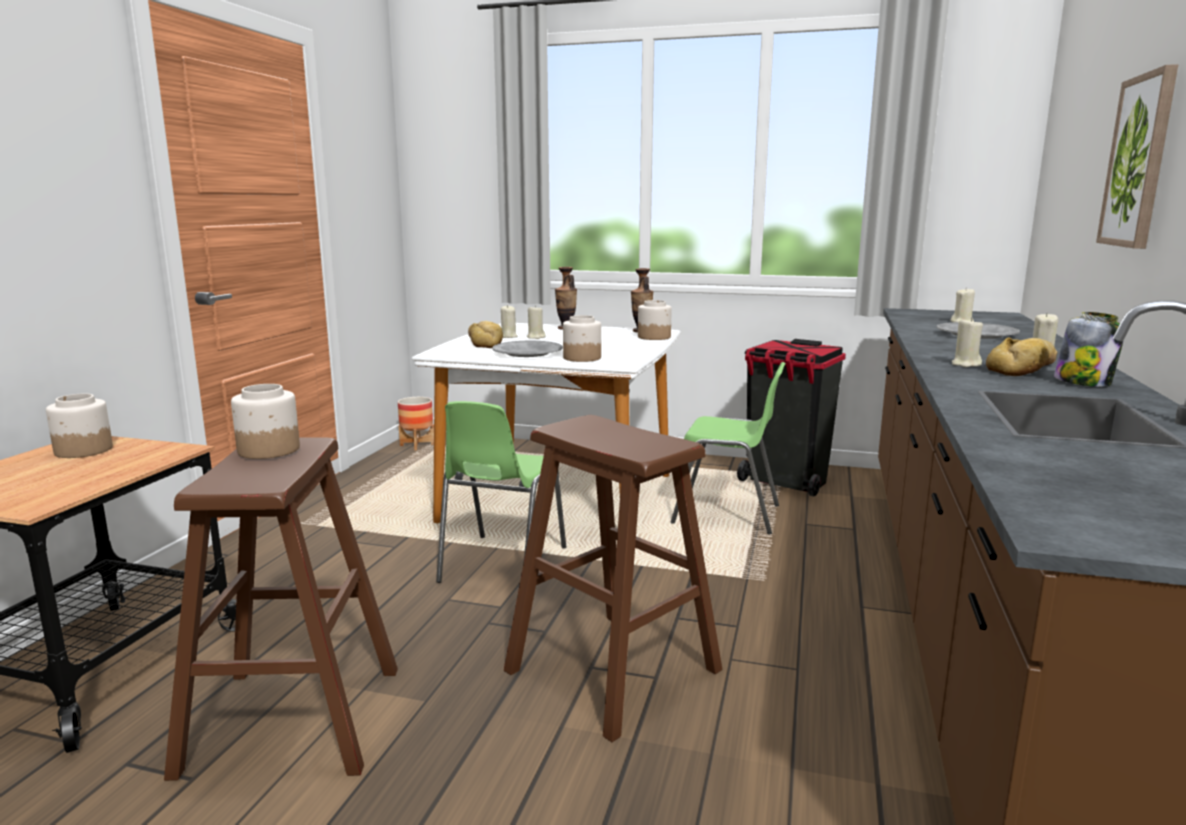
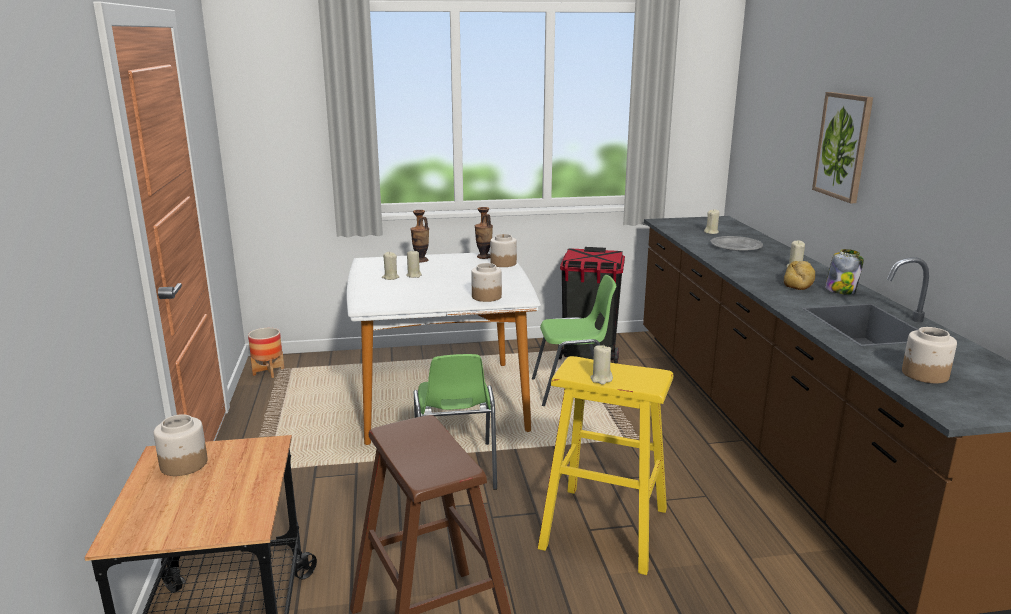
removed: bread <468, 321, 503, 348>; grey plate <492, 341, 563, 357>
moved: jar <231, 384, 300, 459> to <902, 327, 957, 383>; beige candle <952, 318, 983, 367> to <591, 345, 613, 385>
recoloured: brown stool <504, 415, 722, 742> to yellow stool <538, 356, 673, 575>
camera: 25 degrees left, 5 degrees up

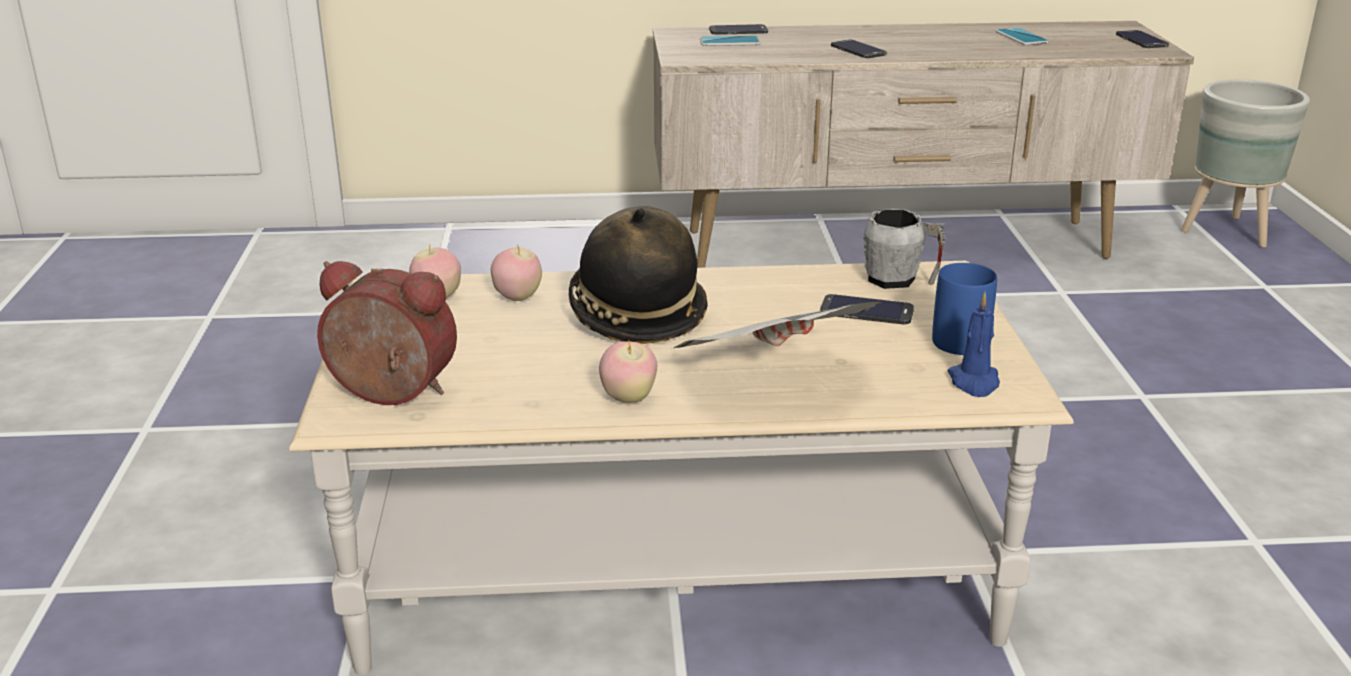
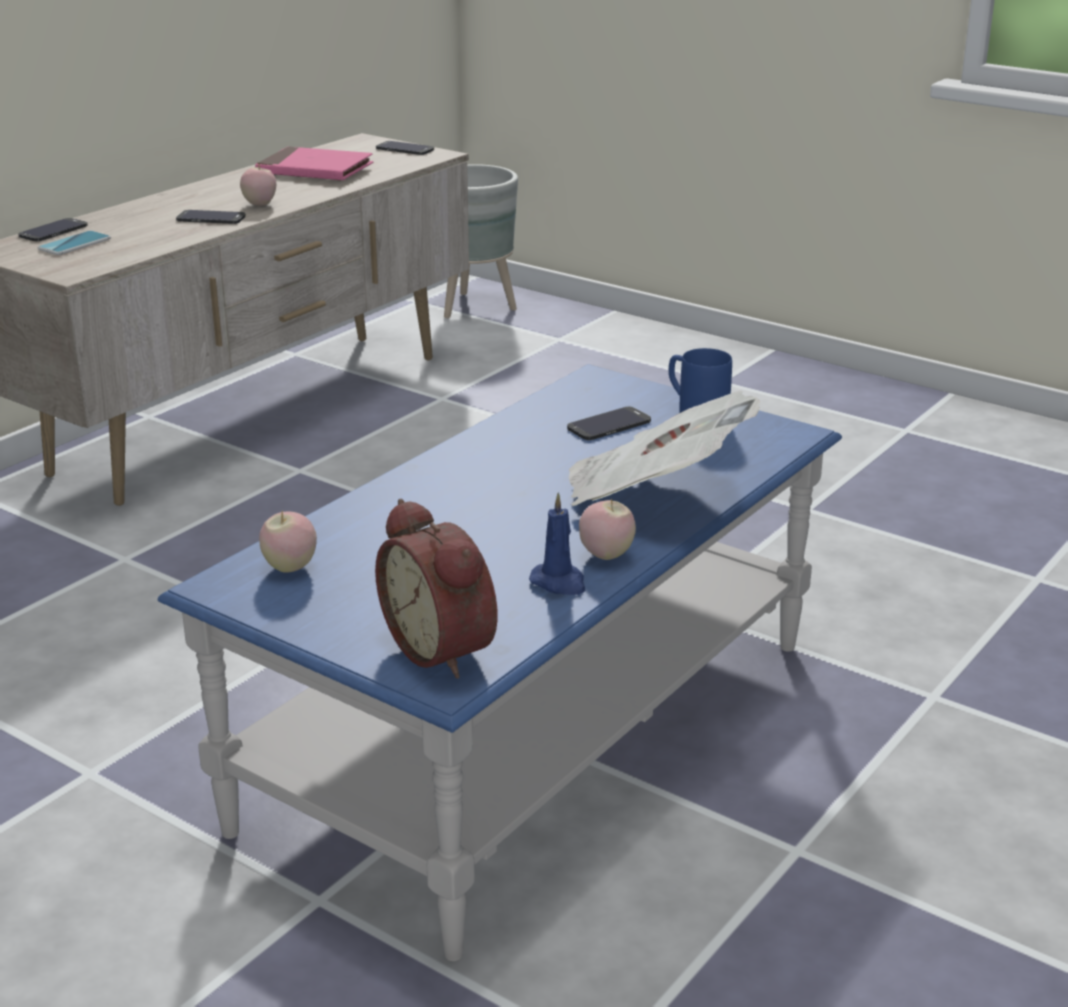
removed: hat <569, 206, 708, 344>; grey mug <864, 209, 945, 289>
moved: apple <491, 246, 542, 301> to <240, 163, 276, 206>; blue candle <948, 292, 1000, 397> to <529, 492, 585, 595>
replaced: phone <996, 28, 1049, 45> to pink book <255, 146, 373, 181>
recoloured: beige coffee table <289, 261, 1074, 675> to blue coffee table <158, 364, 842, 961>
turned: alarm clock <317, 261, 457, 405> = <375, 499, 498, 679> 90 degrees counterclockwise
camera: 50 degrees left, 0 degrees up

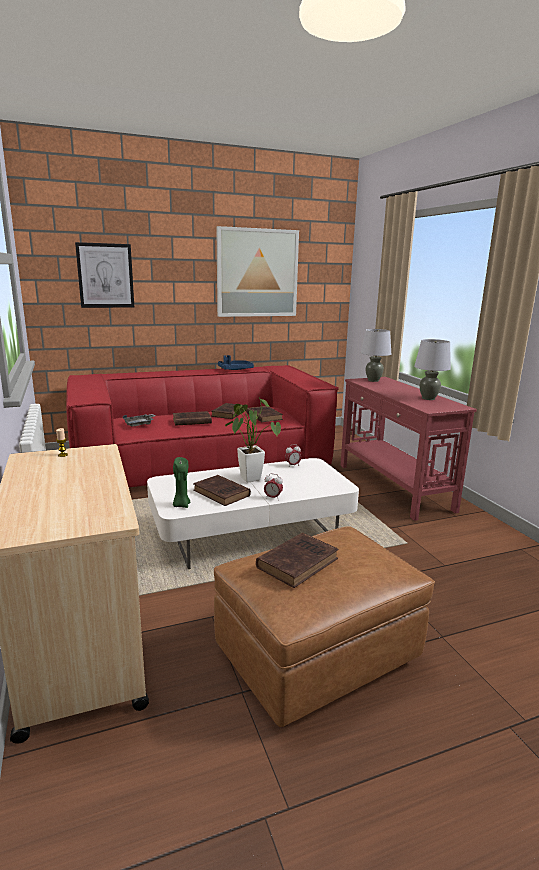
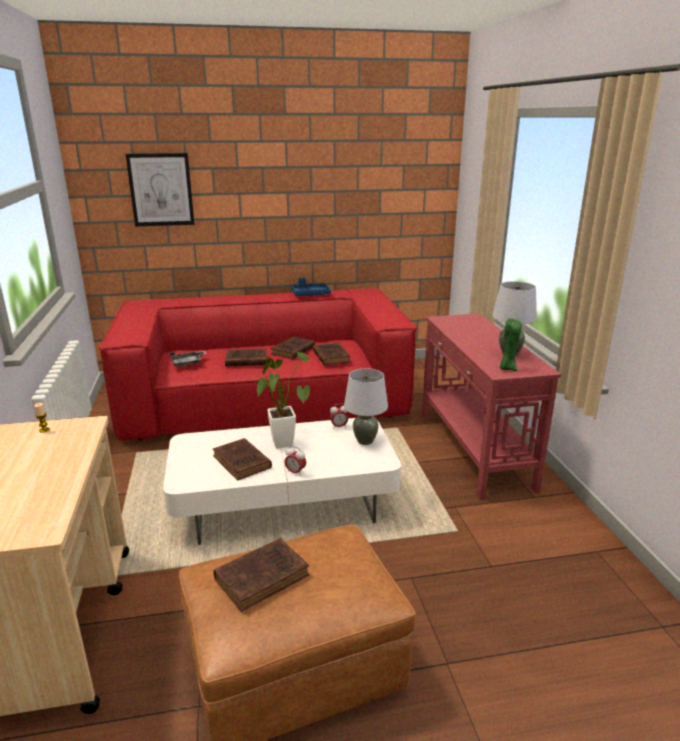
removed: picture <216, 226, 299, 317>
moved: green candle <173, 457, 190, 508> to <500, 319, 522, 371>; grey table lamp <361, 329, 391, 382> to <344, 368, 388, 445>
camera: 10 degrees right, 5 degrees up

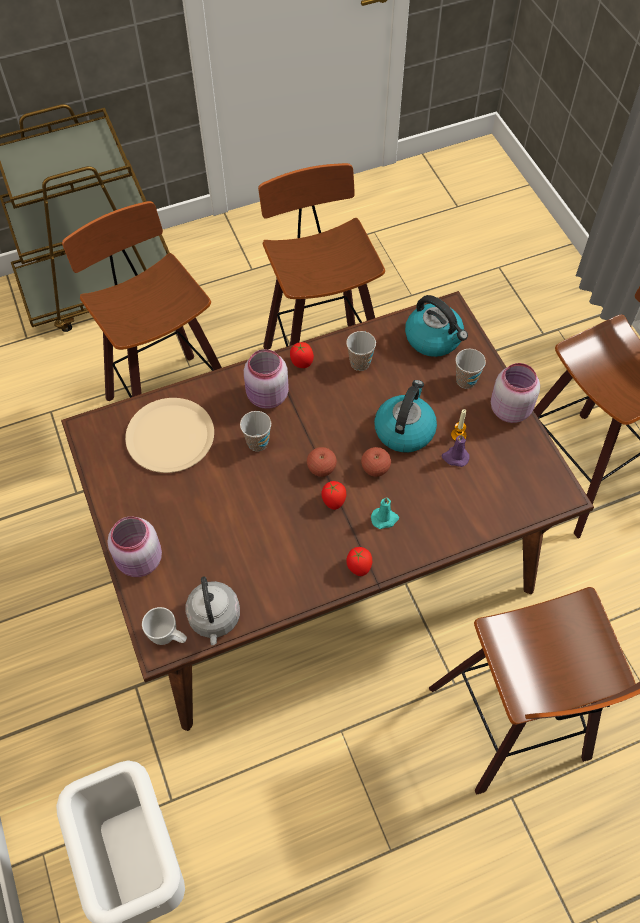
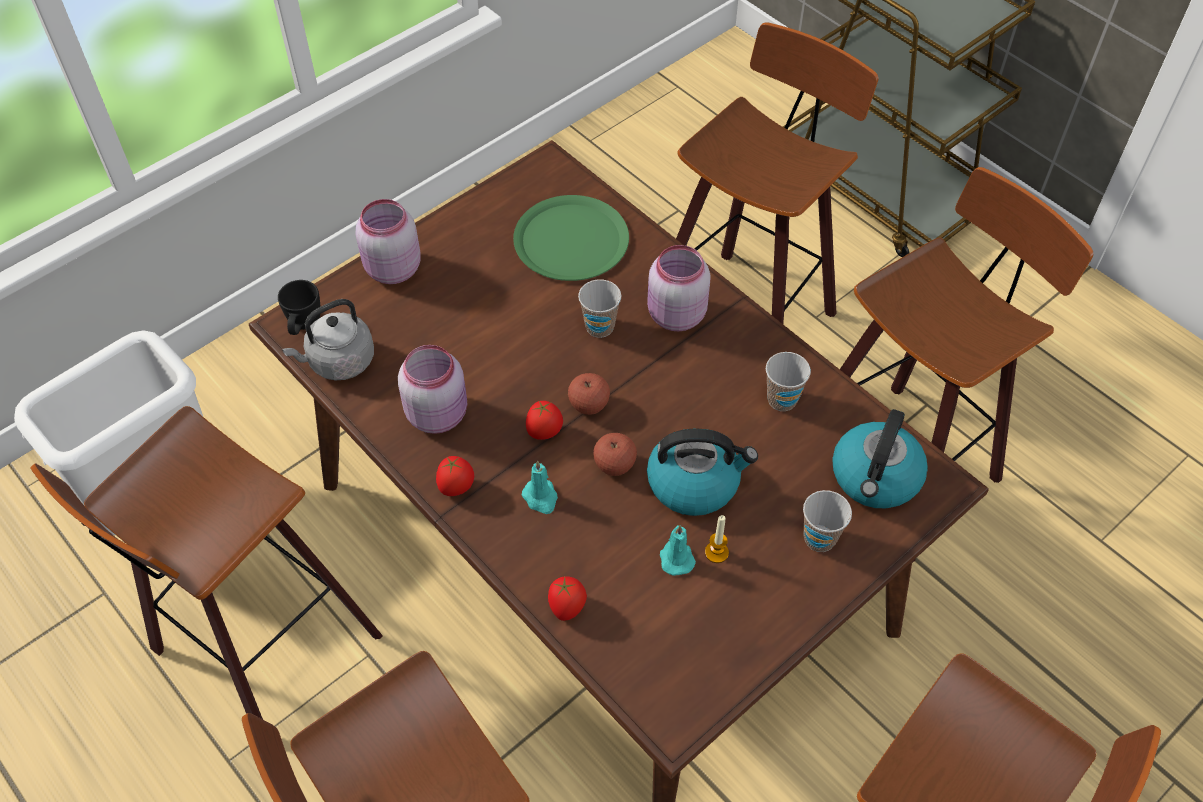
added: stool <30, 406, 383, 719>
moved: tomato <290, 342, 314, 368> to <548, 576, 587, 621>; pink jar <491, 363, 540, 423> to <398, 345, 467, 434>
recoloured: beige plate <125, 398, 214, 473> to green plate <513, 195, 629, 281>; white mug <142, 607, 187, 645> to black mug <278, 280, 320, 335>; purple candle <442, 434, 470, 467> to turquoise candle <660, 525, 696, 576>
camera: 70 degrees right, 5 degrees down

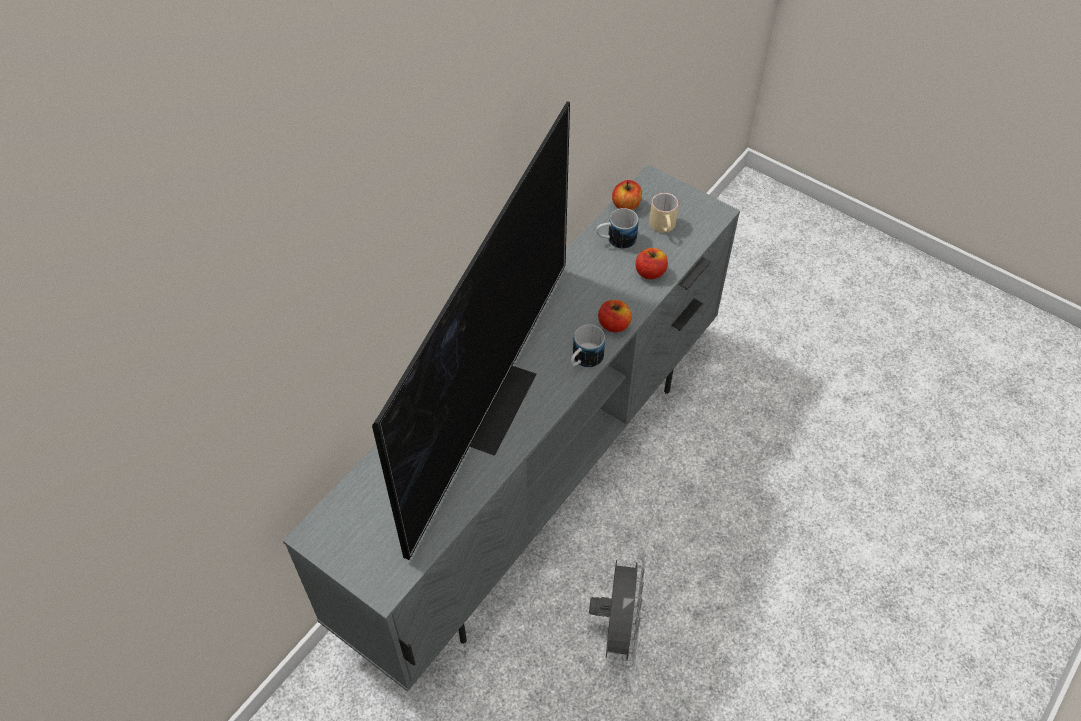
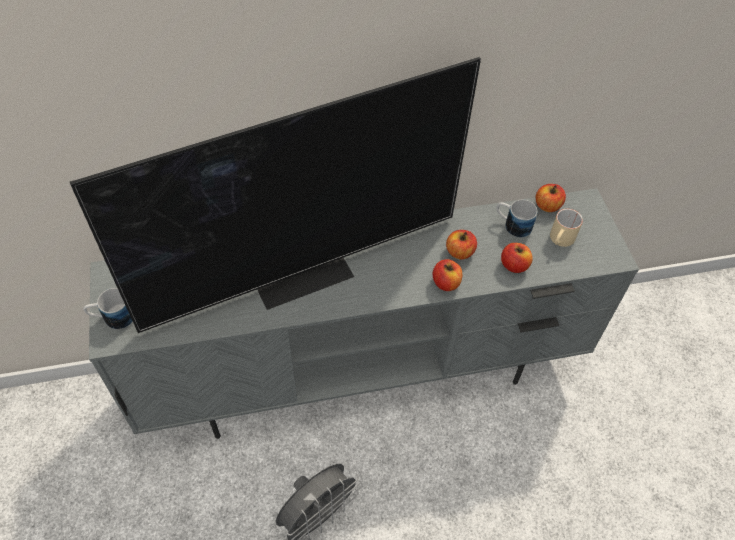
added: apple <446, 230, 477, 260>
moved: mug <570, 324, 605, 368> to <83, 288, 133, 329>
camera: 40 degrees right, 0 degrees up

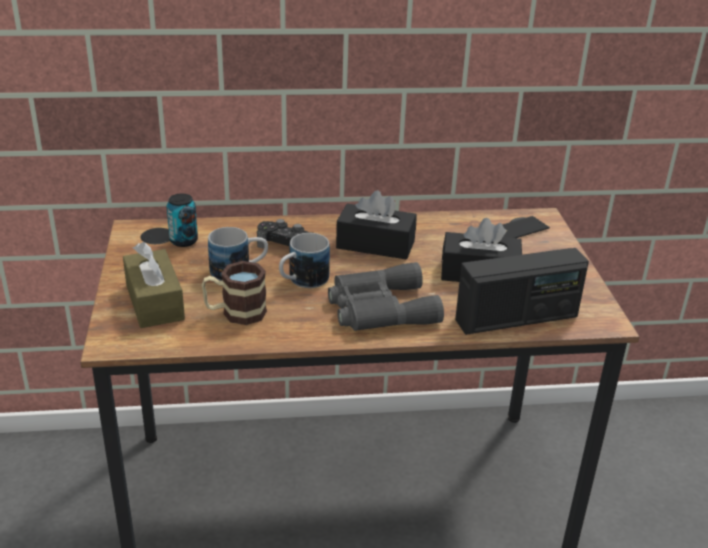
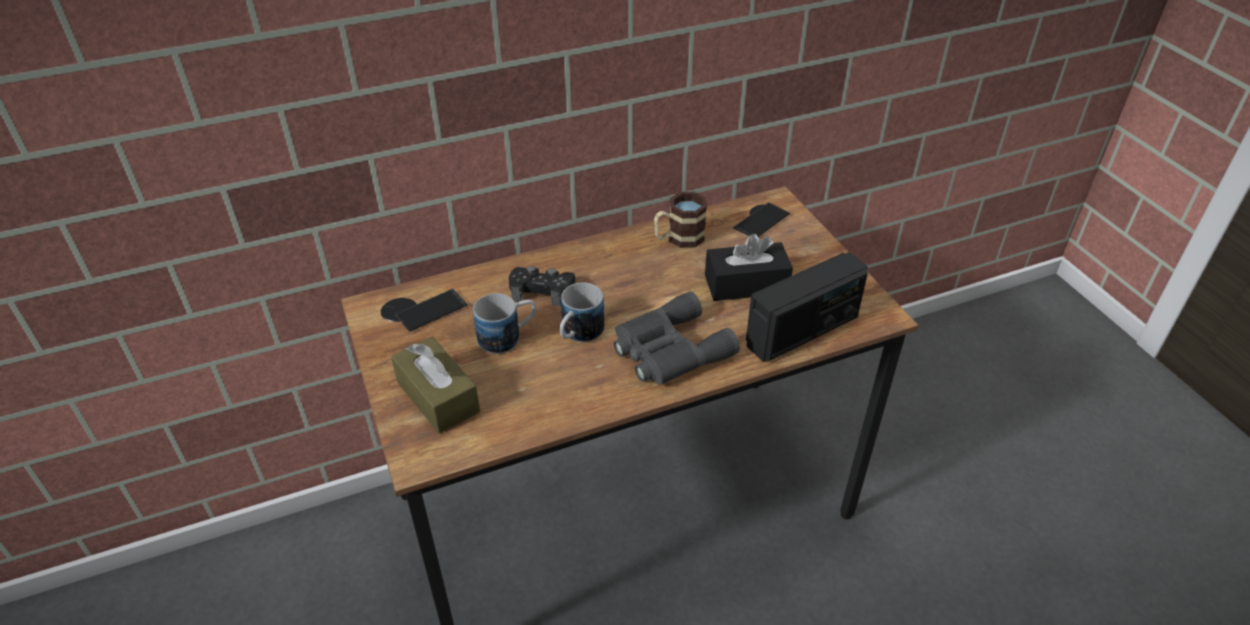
removed: black tissue box <336, 190, 417, 259>
moved: mug <202, 261, 267, 325> to <654, 192, 707, 248>
replaced: can <167, 194, 198, 247> to phone <395, 289, 468, 332>
camera: 15 degrees left, 10 degrees up

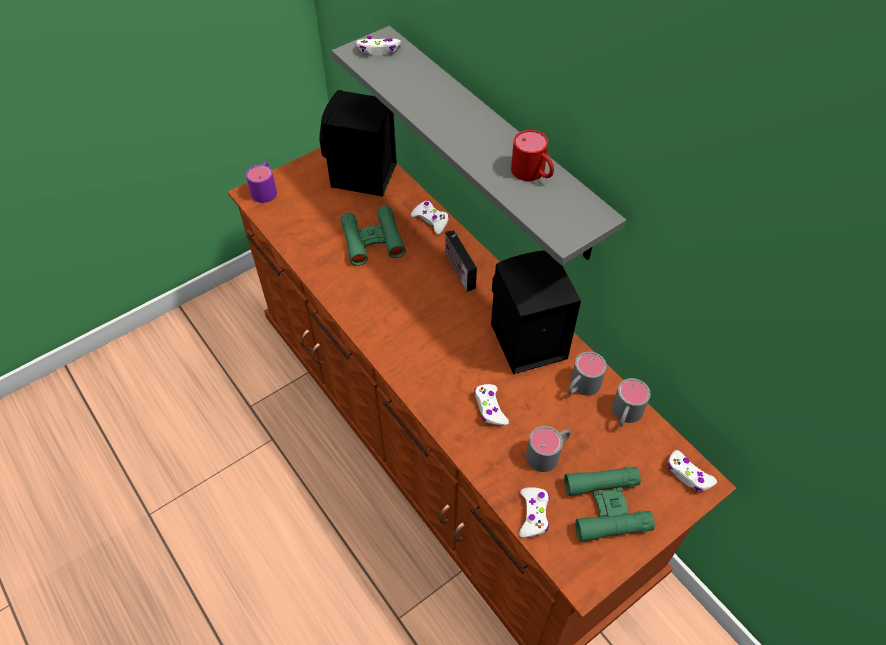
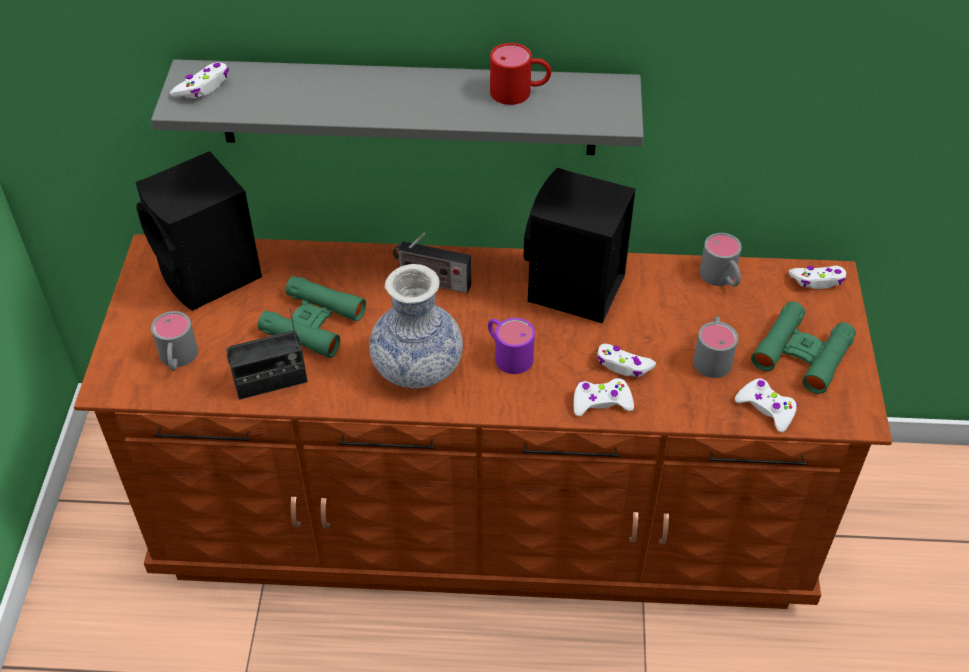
added: radio <226, 309, 308, 400>; vase <369, 264, 463, 388>
moved: purple mug <246, 162, 277, 203> to <488, 318, 535, 374>; white game controller <411, 201, 449, 235> to <574, 378, 634, 416>; grey mug <568, 351, 607, 396> to <151, 311, 198, 371>
camera: 50 degrees left, 5 degrees down

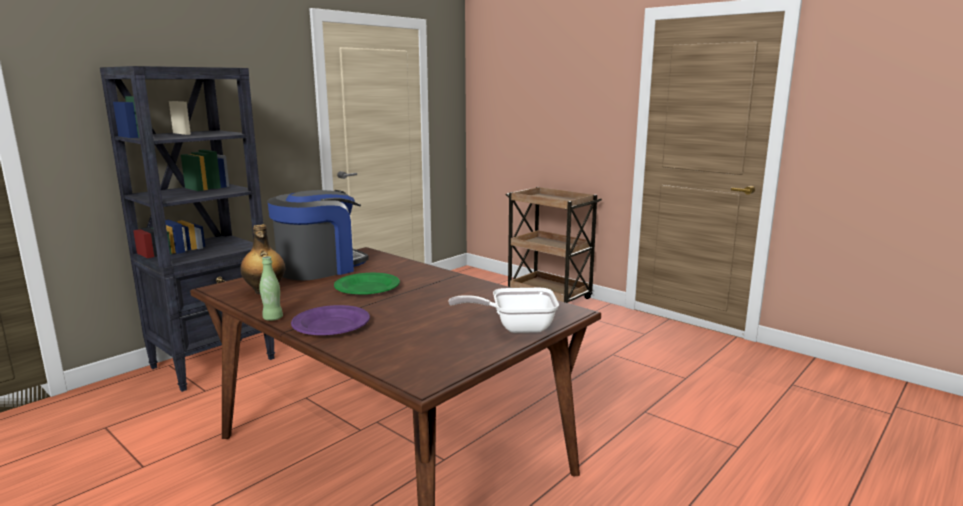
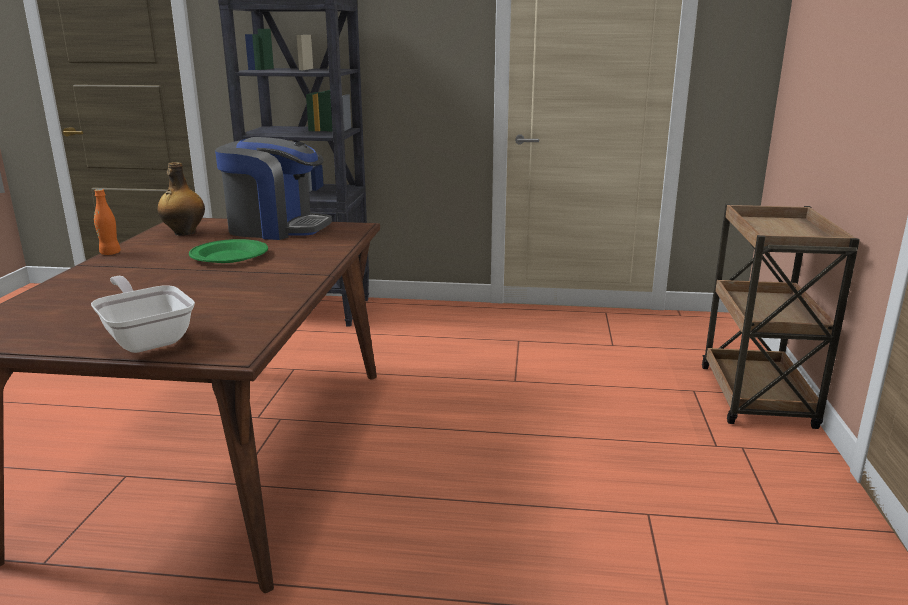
removed: purple plate <291, 305, 370, 335>
recoloured: green bottle <259, 256, 283, 321> to orange bottle <94, 189, 121, 255>
camera: 55 degrees right, 5 degrees up

